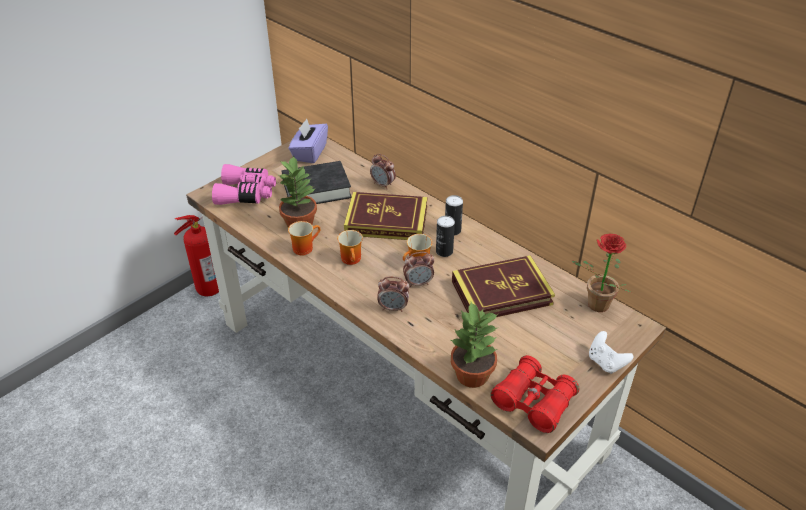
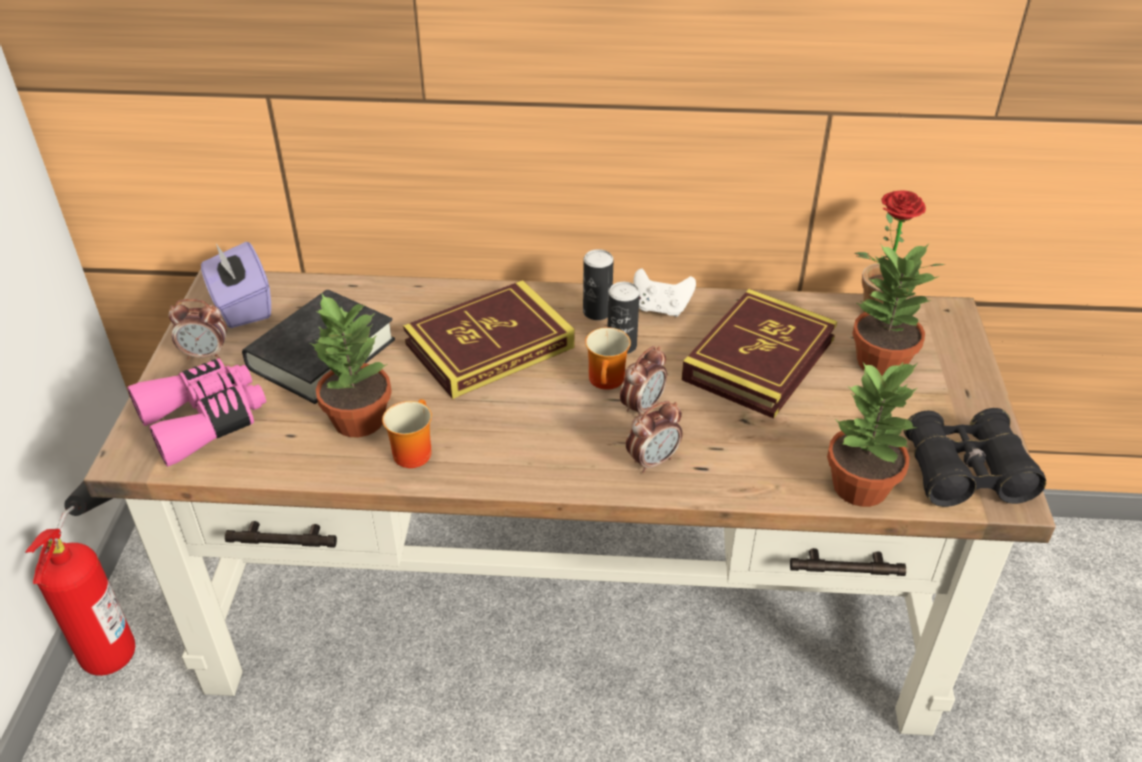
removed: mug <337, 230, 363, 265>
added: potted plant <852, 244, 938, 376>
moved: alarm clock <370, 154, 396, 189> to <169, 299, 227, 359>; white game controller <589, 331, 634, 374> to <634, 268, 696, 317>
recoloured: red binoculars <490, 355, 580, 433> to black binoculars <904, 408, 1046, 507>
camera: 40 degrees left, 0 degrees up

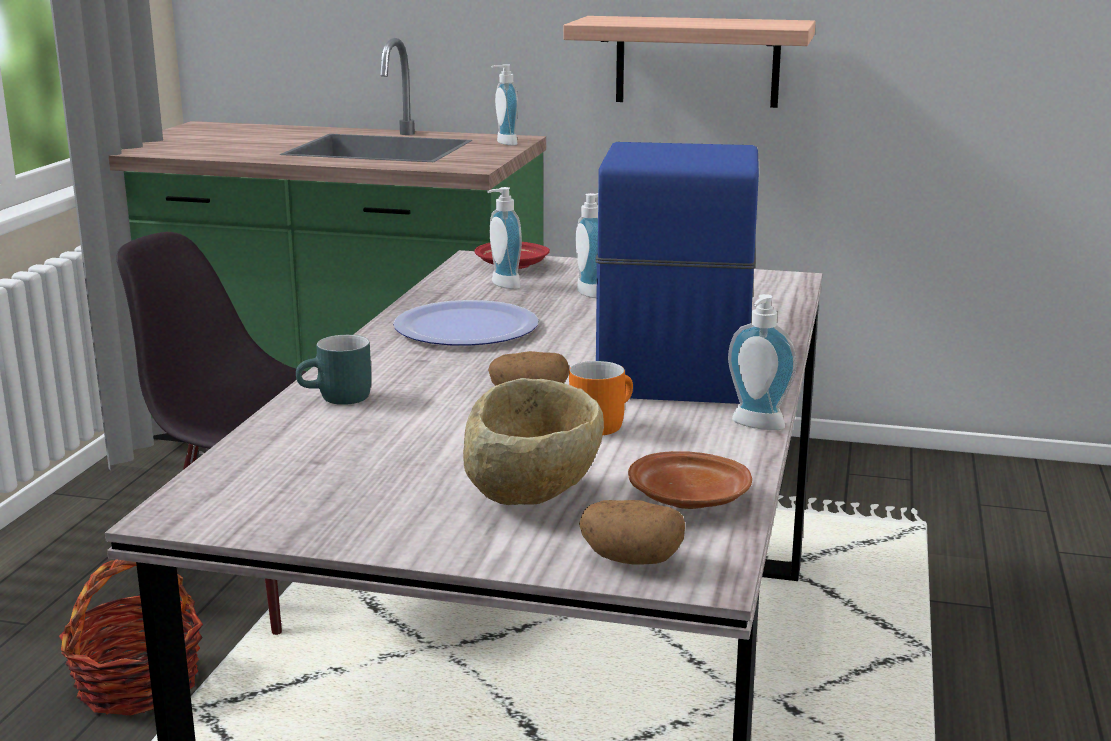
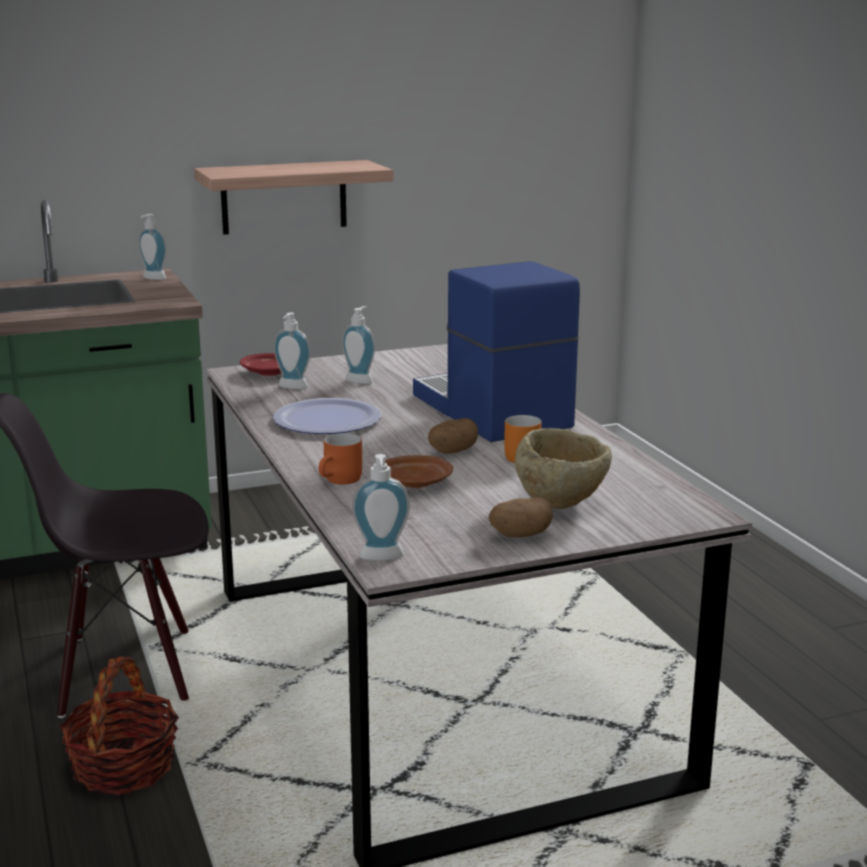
moved: potato <579, 500, 685, 565> to <488, 498, 553, 538>; brown plate <628, 451, 752, 509> to <385, 455, 453, 488>; soap dispenser <728, 294, 797, 430> to <352, 454, 410, 561>
recoloured: turquoise mug <296, 335, 371, 405> to orange mug <319, 433, 362, 484>
camera: 35 degrees left, 0 degrees up

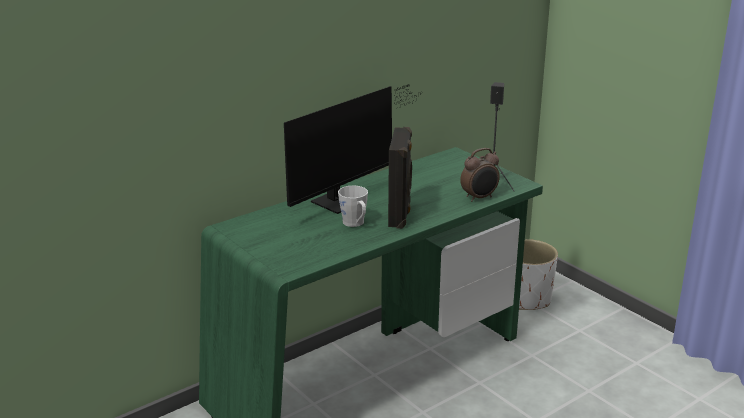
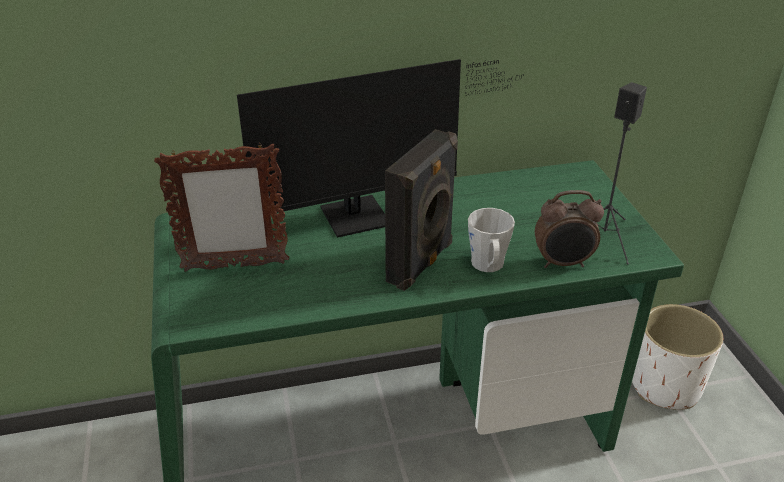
added: picture frame <154, 144, 289, 272>
moved: grey mug <338, 185, 368, 227> to <468, 208, 515, 272>
camera: 25 degrees right, 10 degrees up

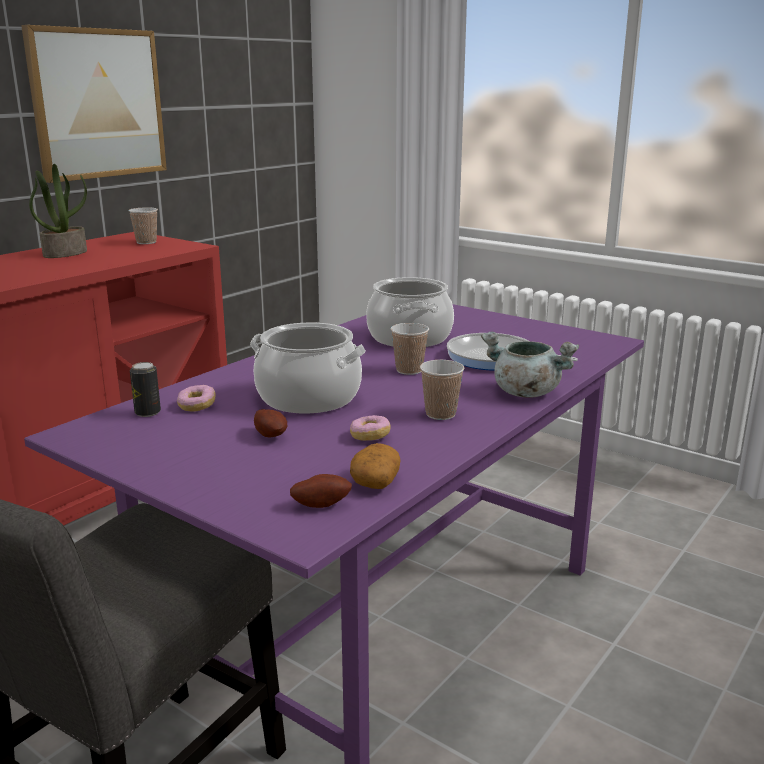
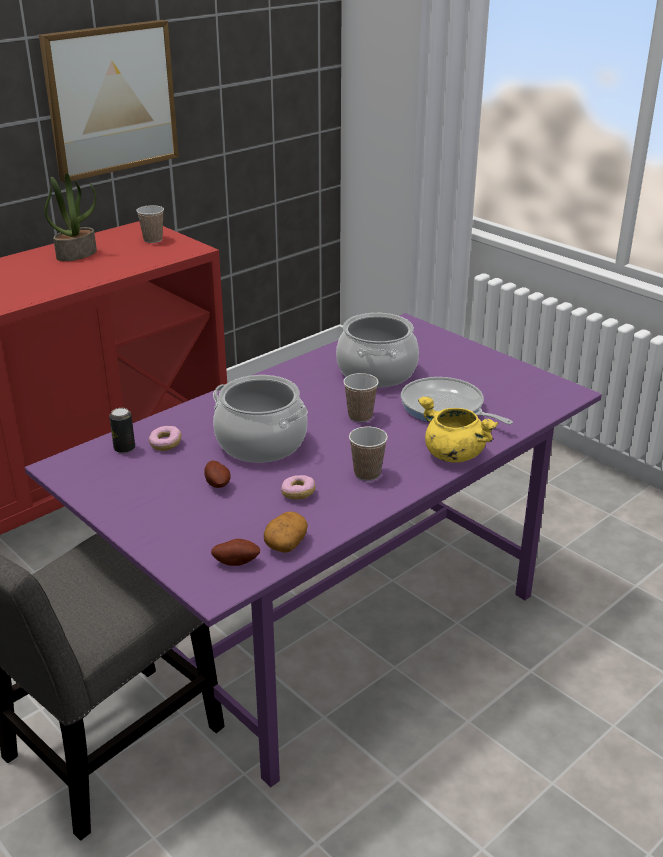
recoloured: grey cooking pot <481, 331, 579, 398> to yellow cooking pot <418, 396, 498, 463>
camera: 10 degrees right, 10 degrees up

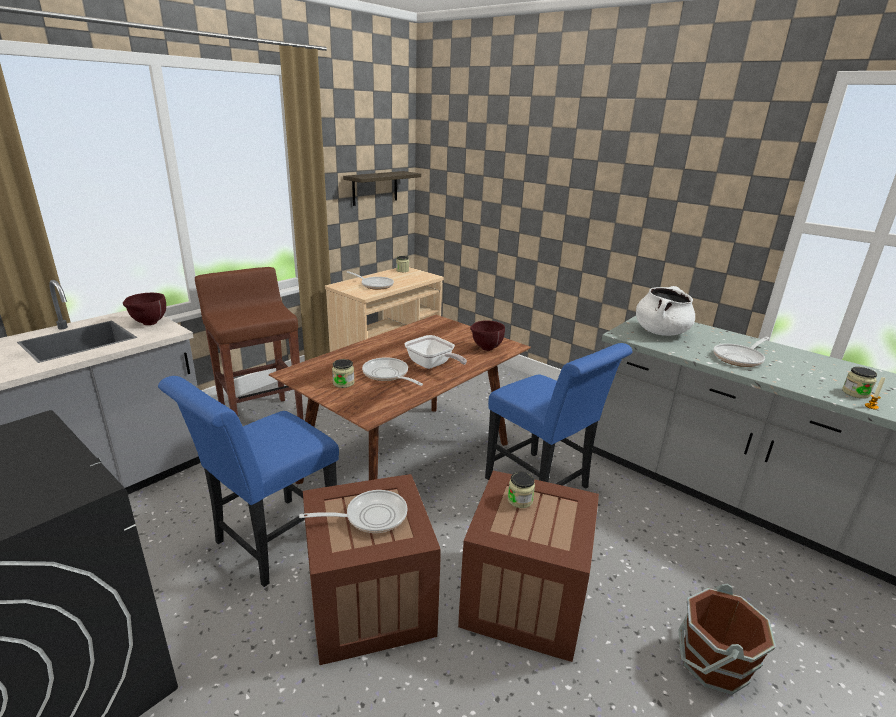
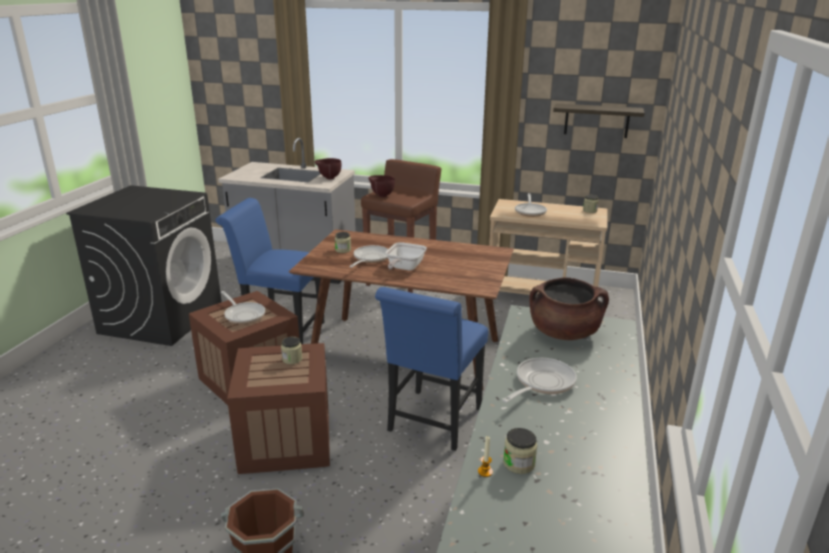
moved: brown bowl <470, 320, 505, 351> to <368, 175, 395, 197>
recoloured: white cooking pot <636, 286, 695, 336> to brown cooking pot <529, 278, 609, 340>
turned: frying pan <713, 337, 769, 367> = <502, 358, 577, 403> 105 degrees clockwise
camera: 65 degrees right, 0 degrees up

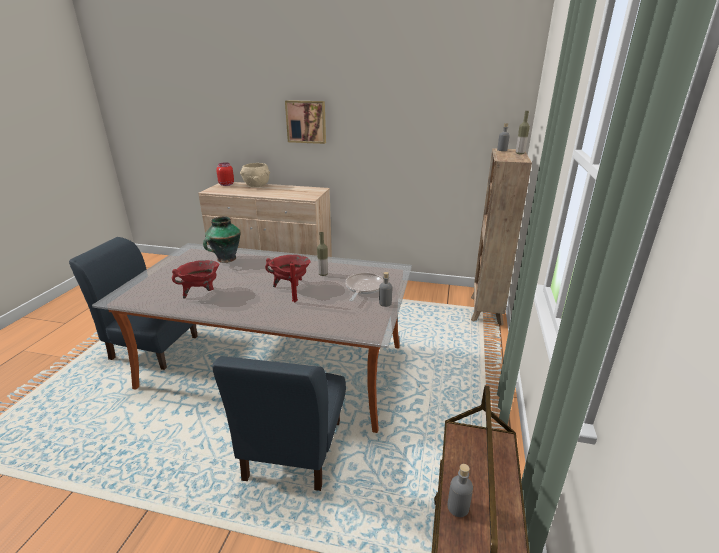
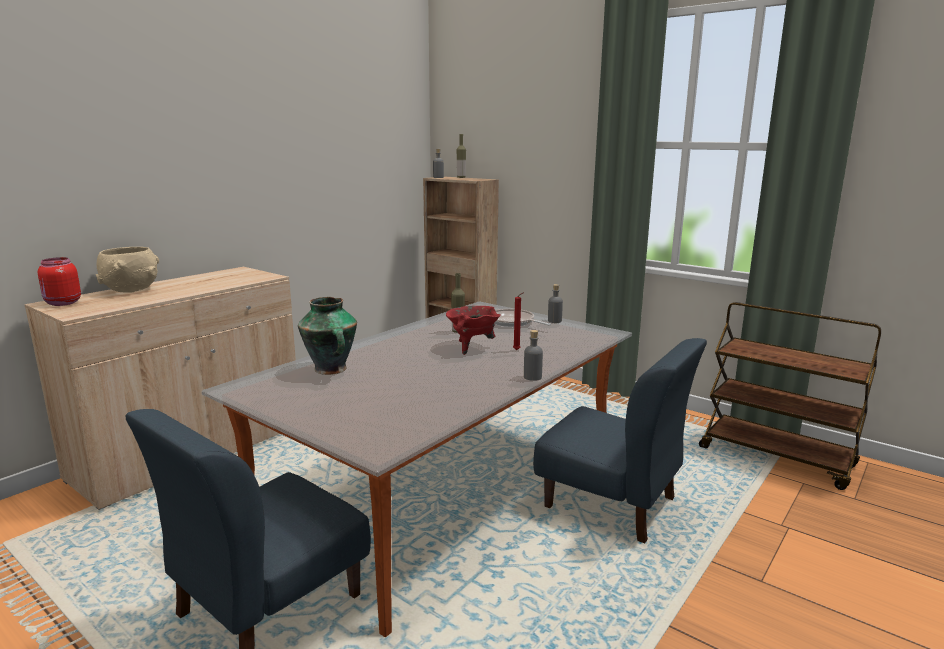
removed: red cooking pot <172, 260, 219, 299>; picture <285, 100, 326, 144>
moved: grey bottle <448, 464, 473, 517> to <524, 330, 543, 381>
camera: 65 degrees left, 10 degrees down

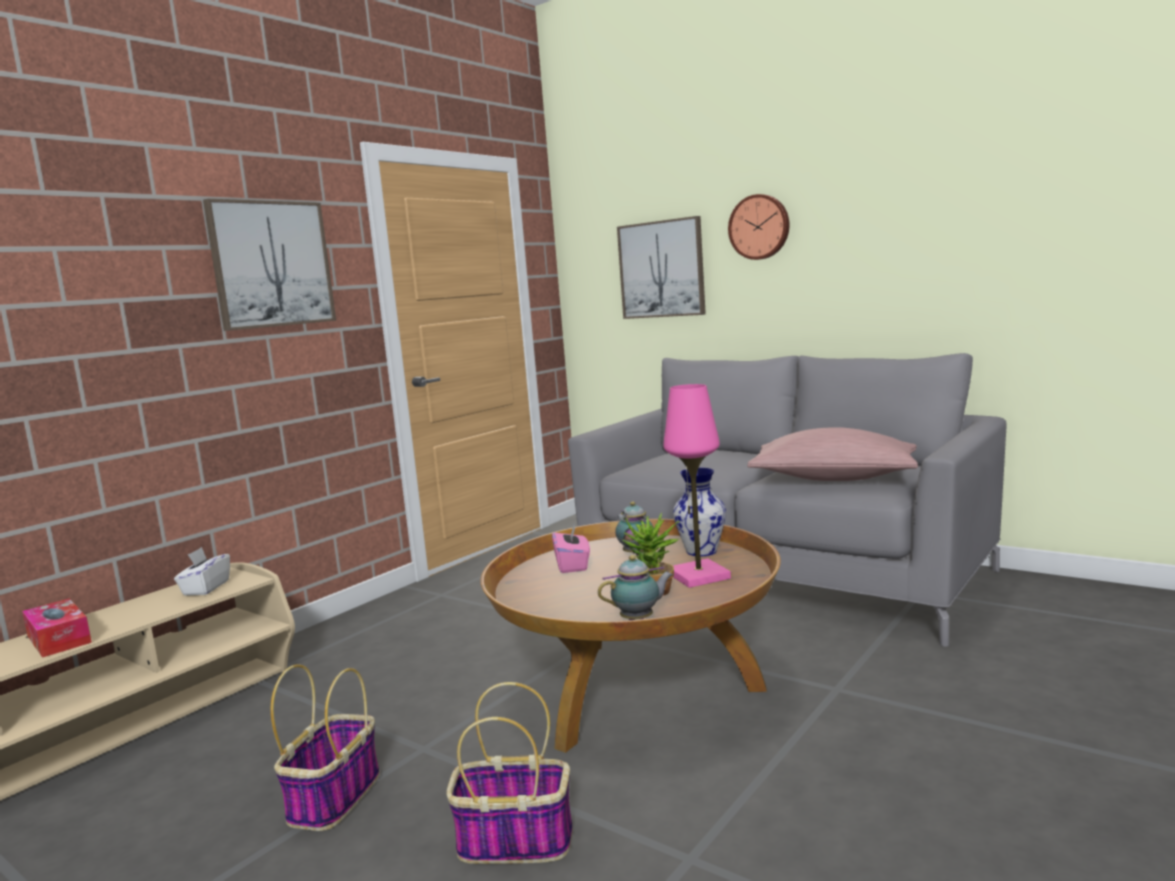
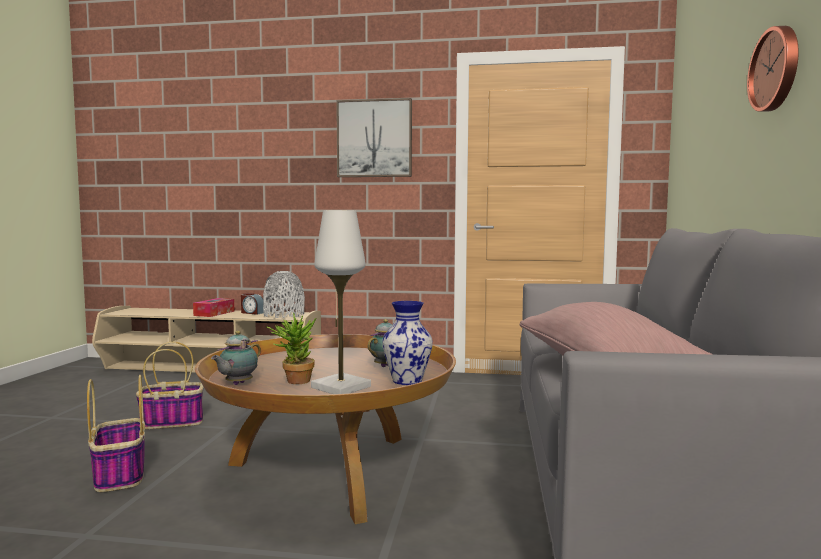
removed: pink tissue box <552, 522, 590, 573>; picture <617, 216, 706, 319>
added: alarm clock <241, 293, 264, 315>
replaced: white tissue box <174, 547, 230, 596> to grey vase <263, 271, 305, 318>
recoloured: pink table lamp <663, 384, 731, 588> to white table lamp <311, 210, 371, 394>
turned: teapot <598, 555, 673, 620> = <211, 331, 261, 385> 75 degrees clockwise
camera: 60 degrees right, 5 degrees down

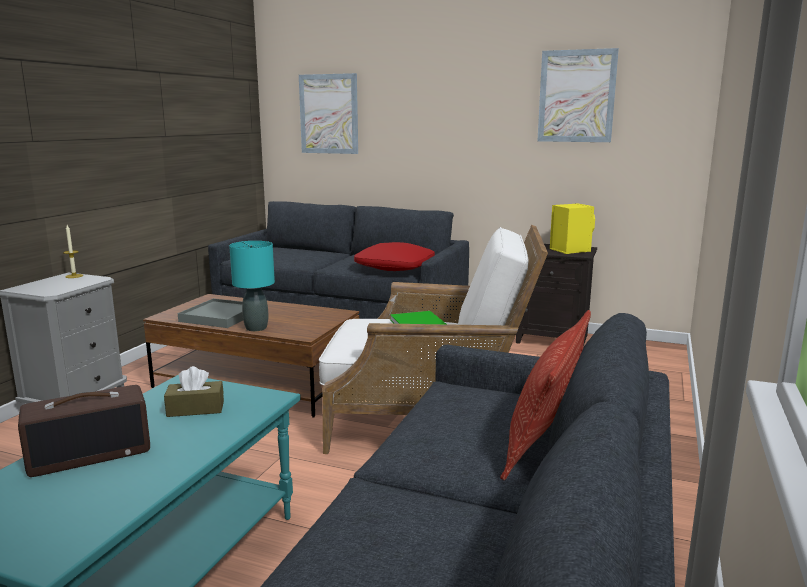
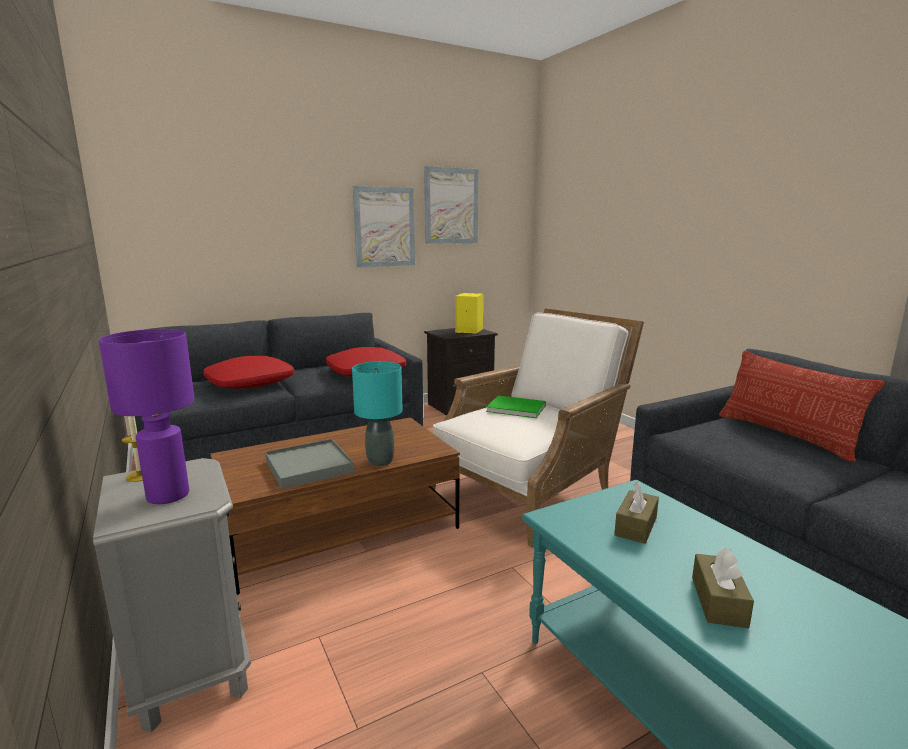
added: purple table lamp <99, 329, 195, 504>; red pillow <203, 356, 295, 389>
moved: picture <299, 73, 358, 154> to <353, 186, 415, 267>
replaced: radio <18, 385, 150, 477> to brown tissue box <692, 547, 754, 628>
camera: 50 degrees left, 0 degrees up

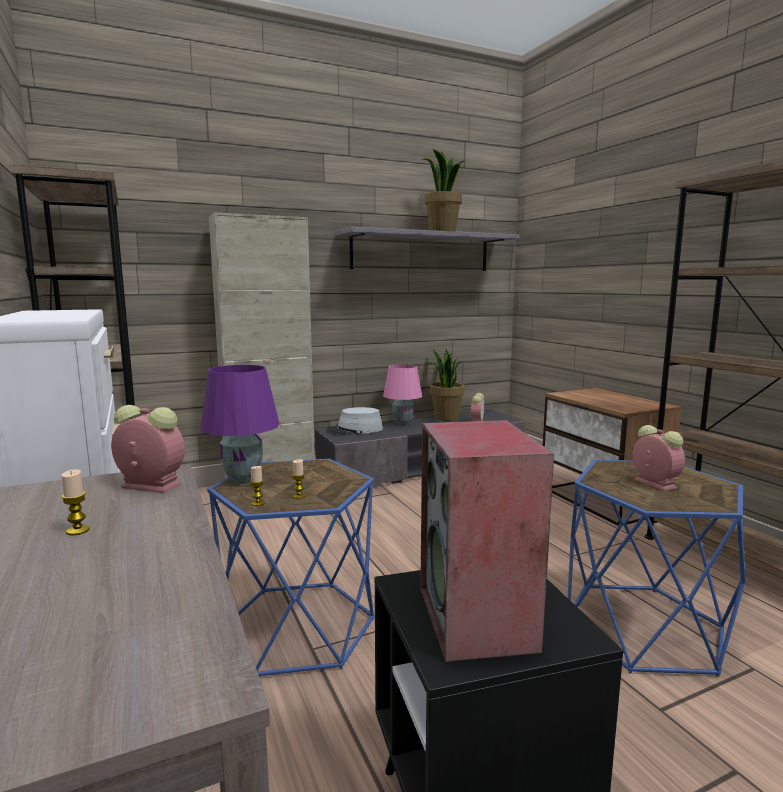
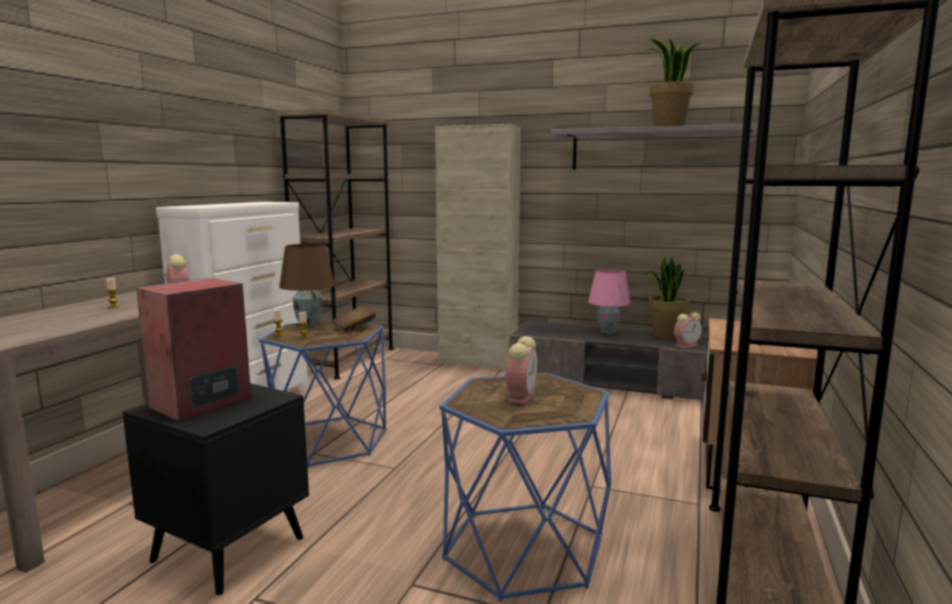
removed: grey hat <327, 407, 383, 435>
added: brown book <332, 305, 377, 333>
recoloured: purple table lamp <200, 365, 279, 484> to brown table lamp <279, 244, 335, 327>
camera: 45 degrees right, 0 degrees up

